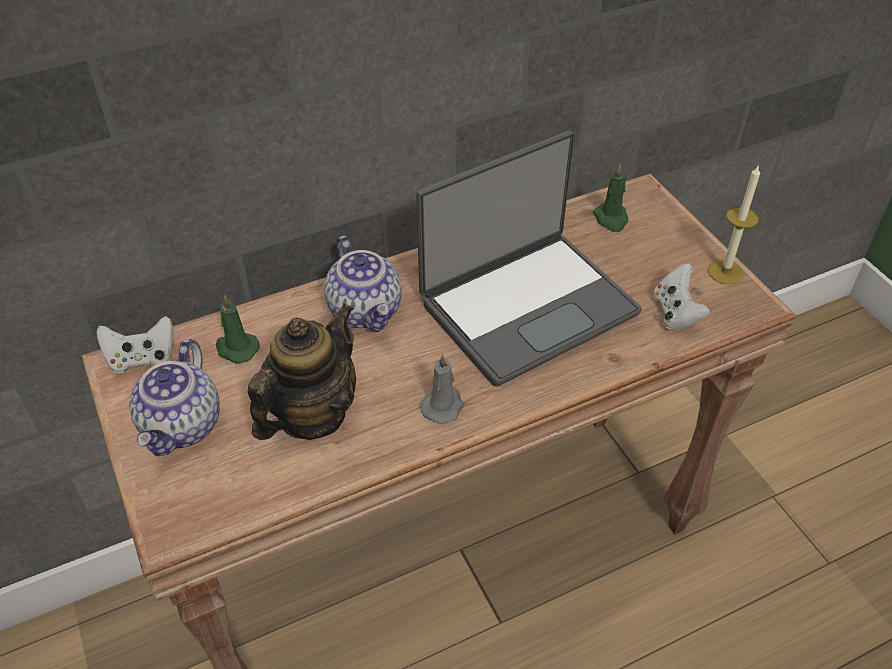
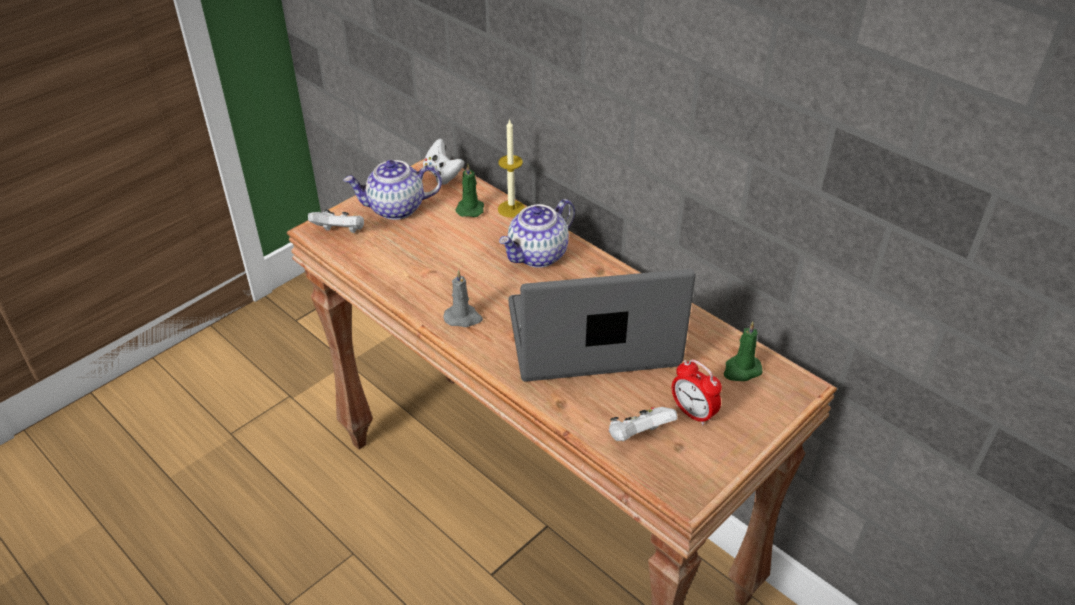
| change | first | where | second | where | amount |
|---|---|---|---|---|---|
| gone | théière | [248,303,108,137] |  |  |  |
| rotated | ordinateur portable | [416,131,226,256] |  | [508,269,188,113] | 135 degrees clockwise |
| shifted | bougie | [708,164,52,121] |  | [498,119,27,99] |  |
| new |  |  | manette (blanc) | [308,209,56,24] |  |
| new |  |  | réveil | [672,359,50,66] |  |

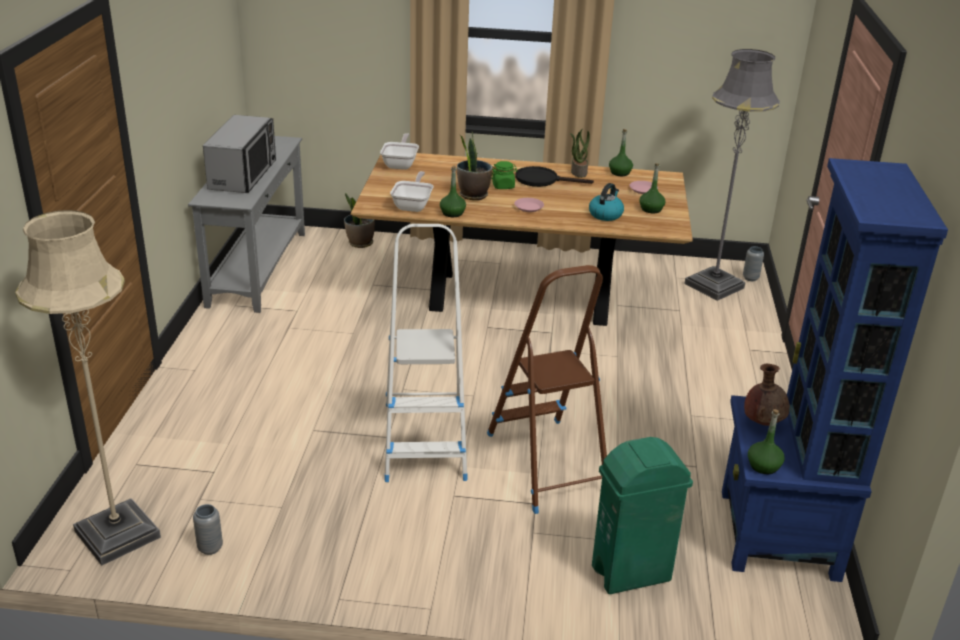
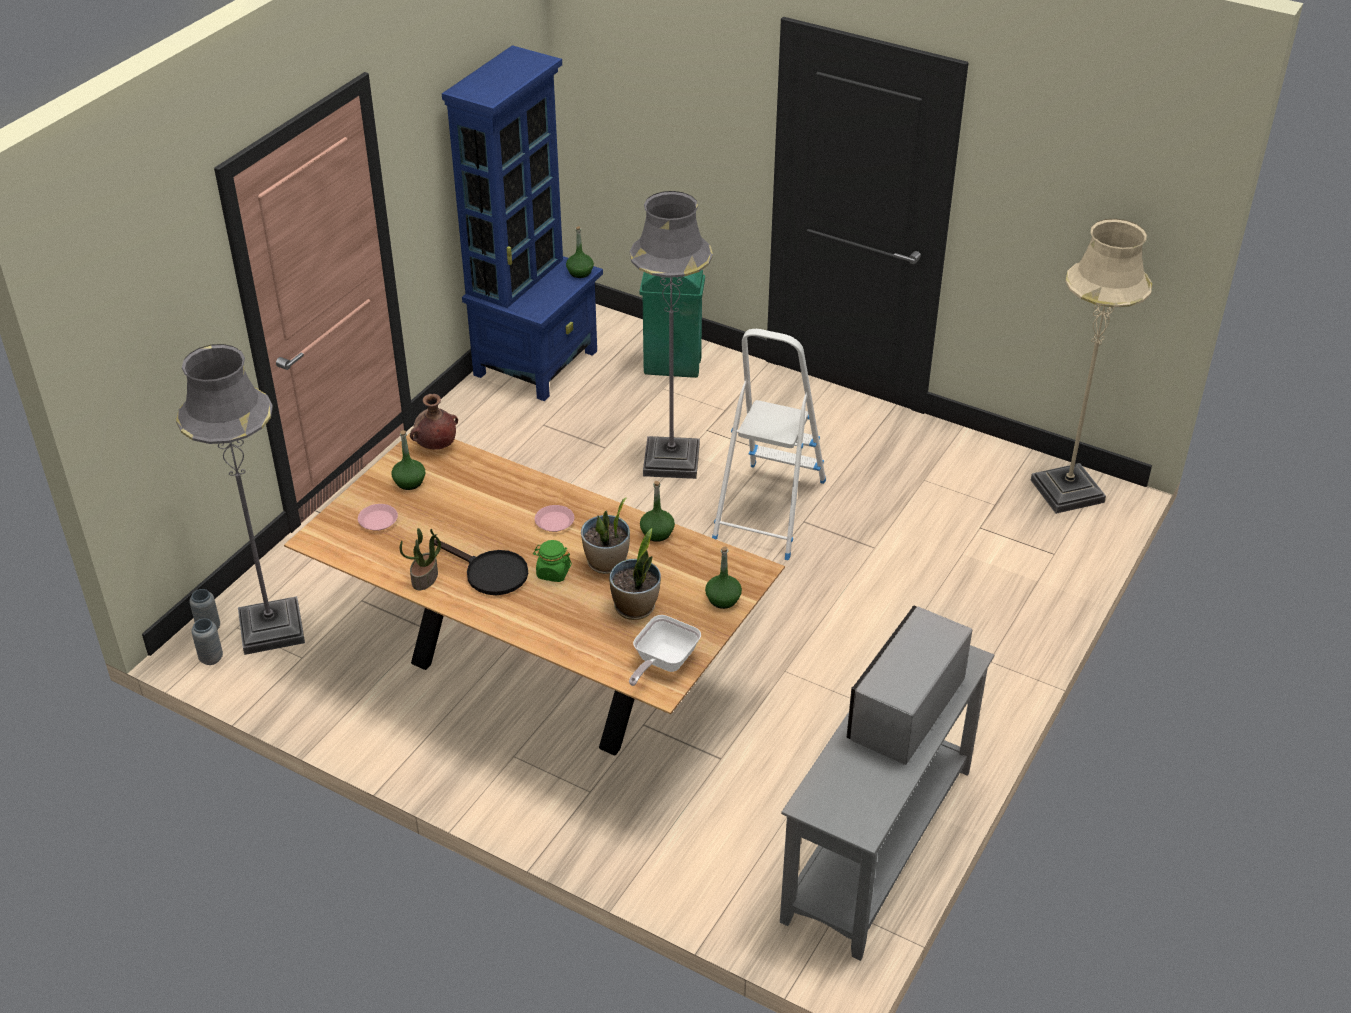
| change | first | where | second | where | amount |
|---|---|---|---|---|---|
| shifted | vase (gris) | [193,504,30,51] |  | [191,618,32,47] |  |
| shifted | plante en pot | [344,193,31,55] |  | [609,528,52,92] |  |
| gone | poêle | [390,171,43,41] |  |  |  |
| swapped | escabeau (marron) | [487,265,120,249] | lampadaire (gris) | [630,191,83,288] |  |
| gone | bouilloire | [589,183,35,38] |  |  |  |
| shifted | bouteille (vert) | [609,129,24,47] |  | [705,547,37,62] |  |
| shifted | vase (marron) | [744,364,46,62] |  | [410,394,48,55] |  |

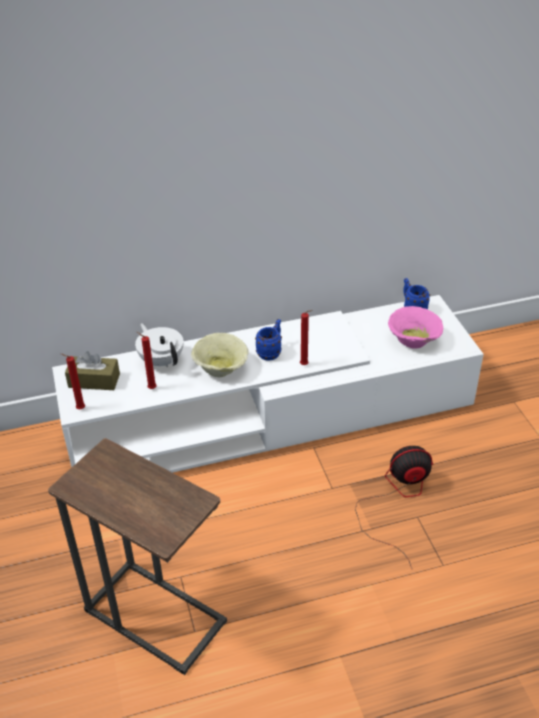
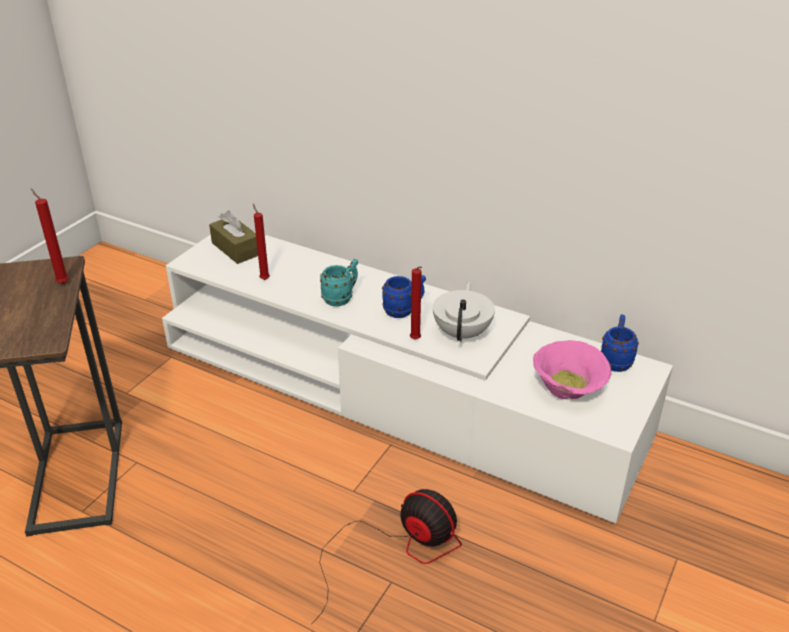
| change | first | where | second | where | amount |
|---|---|---|---|---|---|
| shifted | bougie (rouge) | [61,354,24,55] |  | [30,188,39,96] |  |
| shifted | théière (blanc) | [135,323,49,44] |  | [433,281,62,61] |  |
| swapped | bol (beige) | [191,333,58,44] | mug (turquoise) | [320,259,38,47] |  |

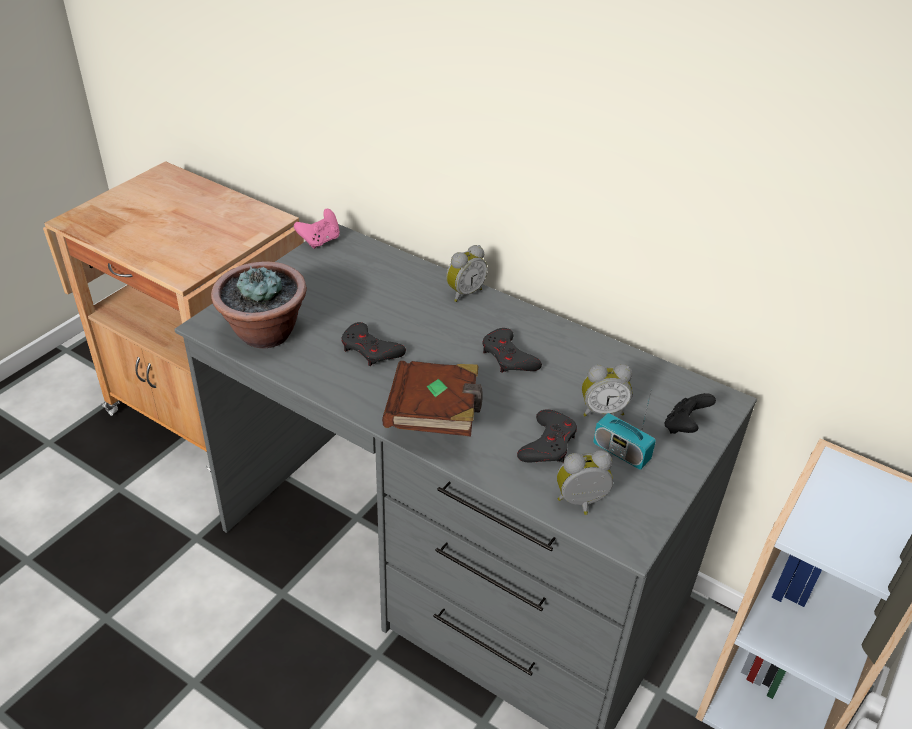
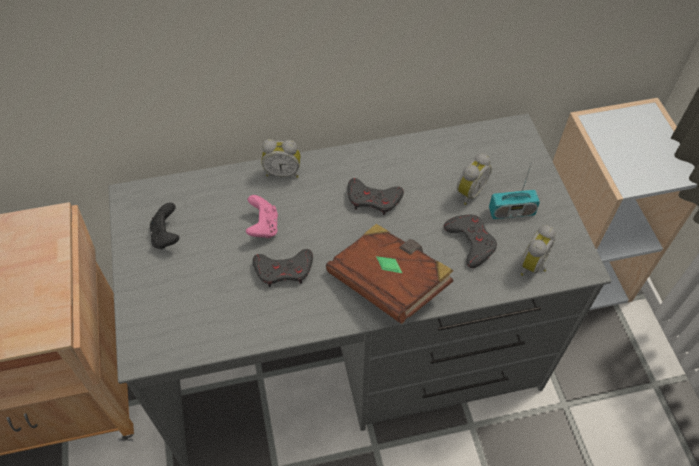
| change | first | where | second | where | amount |
|---|---|---|---|---|---|
| gone | plante en pot | [211,261,96,87] |  |  |  |
| shifted | manette (rose) | [294,209,46,40] |  | [246,195,32,43] |  |
| rotated | réveil | [446,245,42,57] |  | [261,139,40,39] | 90 degrees clockwise |
| shifted | manette (noir) | [664,393,52,41] |  | [150,203,30,46] |  |

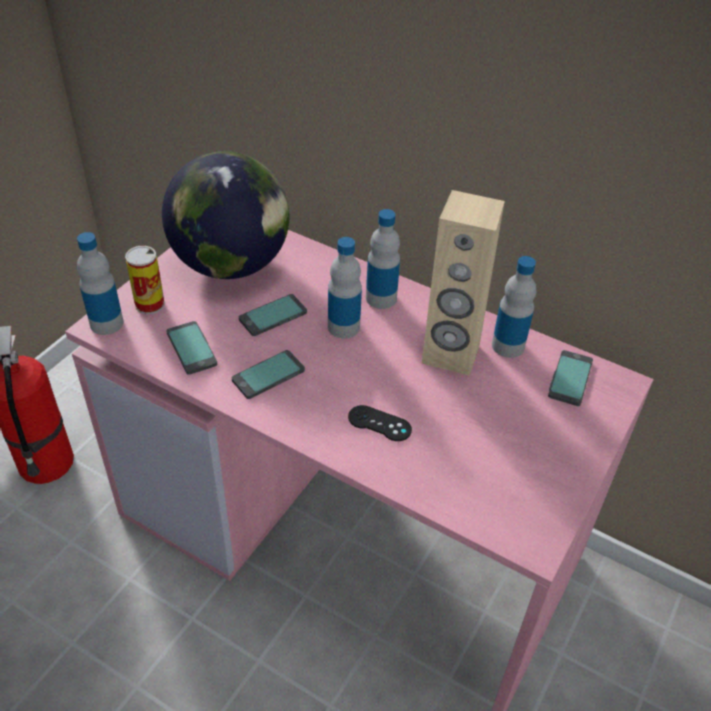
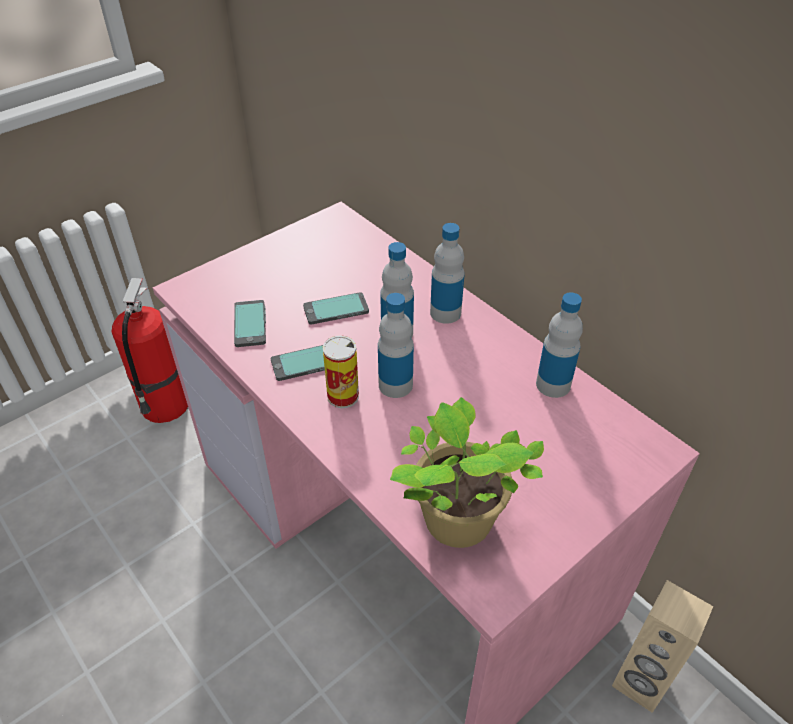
| change | first | where | second | where | amount |
|---|---|---|---|---|---|
| shifted | bouteille | [77,232,47,103] |  | [378,293,36,105] |  |
| shifted | boîte métallique | [125,246,40,68] |  | [322,335,37,73] |  |
| gone | globe | [162,151,127,128] |  |  |  |
| gone | manette (noir) | [348,405,64,36] |  |  |  |
| shifted | enceinte (beige) | [422,190,83,186] |  | [612,580,101,133] |  |
| gone | téléphone | [548,350,45,56] |  |  |  |
| new |  |  | plante en pot | [390,397,154,151] |  |

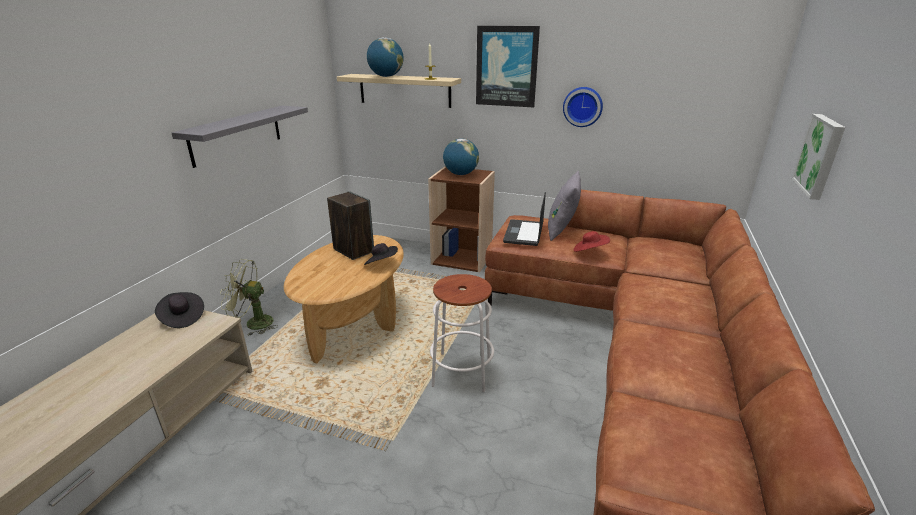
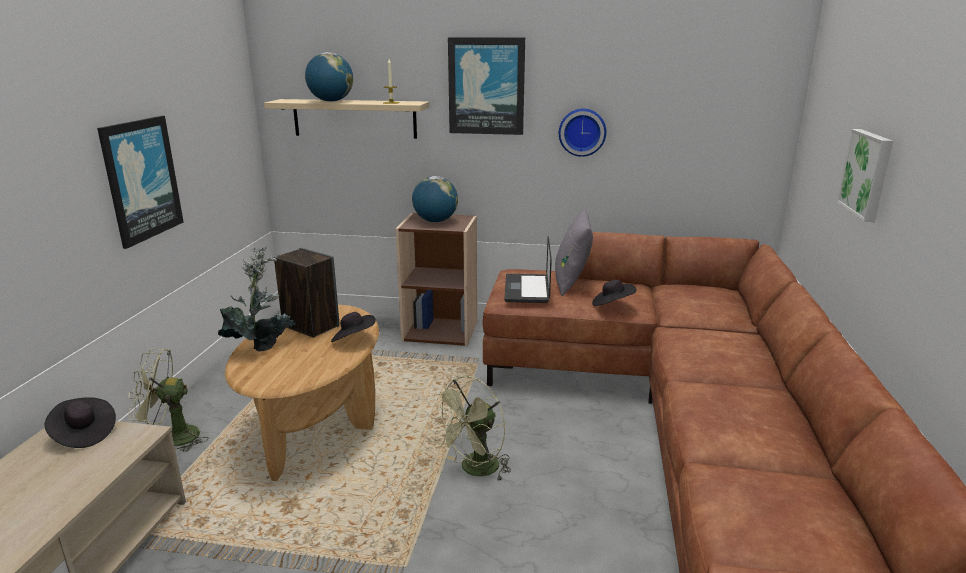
| change | first | where | second | where | amount |
|---|---|---|---|---|---|
| swapped | étagère (gris) | [172,106,136,62] | tableau | [97,116,87,133] |  |
| swapped | tabouret (blanc) | [430,274,64,119] | ventilateur (vert) | [431,376,80,106] |  |
| repainted | chapeau (rouge) | [573,231,37,21] | chapeau (noir) | [592,280,44,26] |  |
| new |  |  | plante en pot | [218,247,78,105] |  |

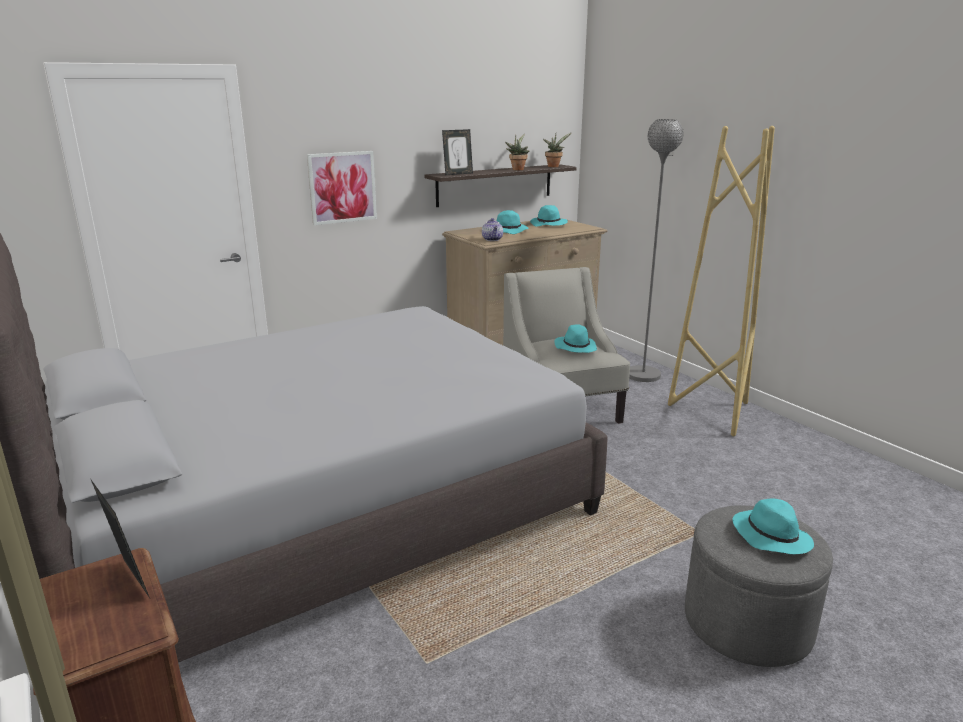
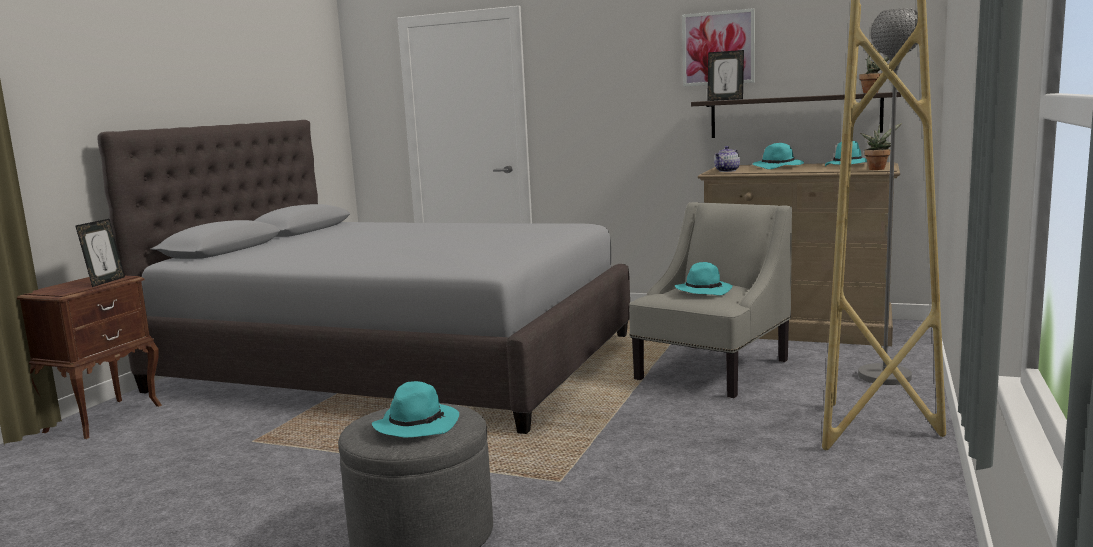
| change | first | where | second | where | amount |
|---|---|---|---|---|---|
| shifted | tableau | [307,151,70,74] |  | [682,8,73,79] |  |
| shifted | plante en pot | [505,134,24,36] |  | [860,123,42,47] |  |

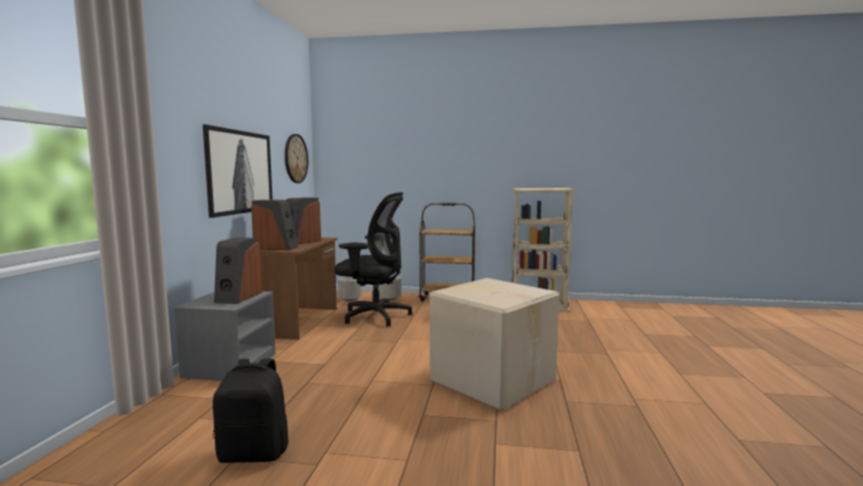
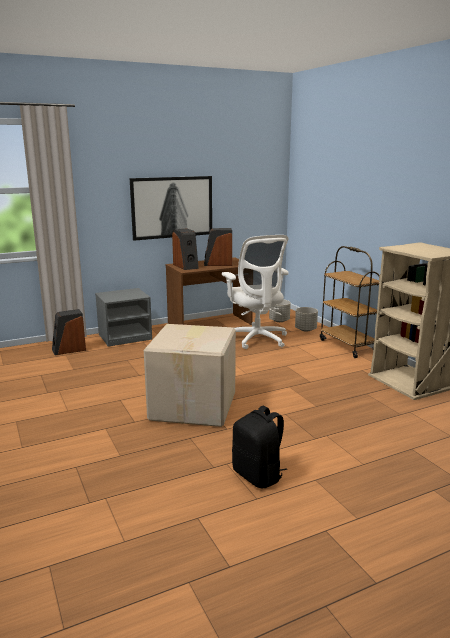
| change | first | where | second | where | amount |
|---|---|---|---|---|---|
| shifted | sac à dos (noir) | [213,359,76,104] |  | [232,406,55,82] |  |
| shifted | enceinte | [214,237,48,67] |  | [52,309,34,46] |  |
| gone | horloge murale | [285,134,23,49] |  |  |  |
| repainted | chaise de bureau (noir) | [334,192,78,134] | chaise de bureau (blanc) | [222,235,67,114] |  |

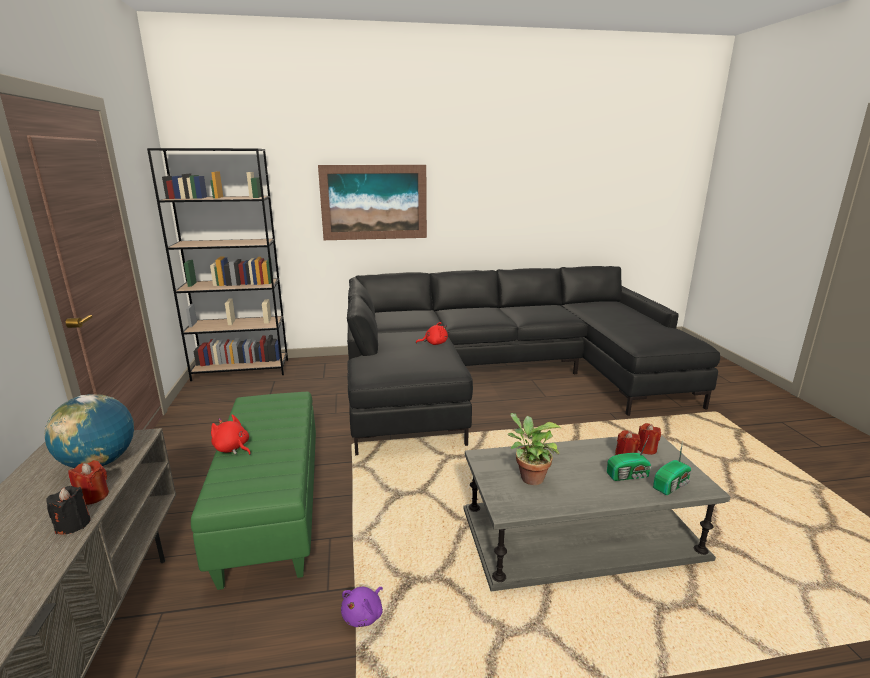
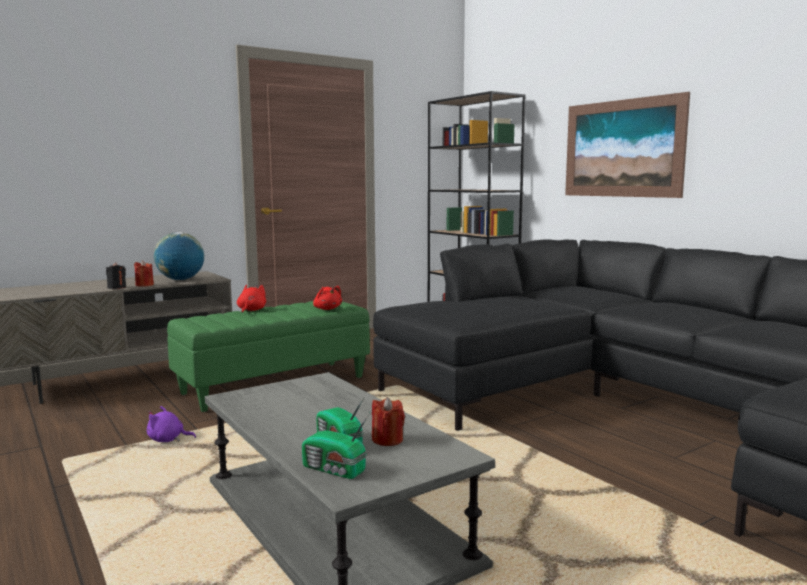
| change | first | where | second | where | amount |
|---|---|---|---|---|---|
| shifted | peluche (rouge) | [416,322,32,23] |  | [313,286,29,24] |  |
| gone | plante en pot | [508,413,54,72] |  |  |  |
| gone | bougie (rouge) | [638,423,23,32] |  |  |  |

